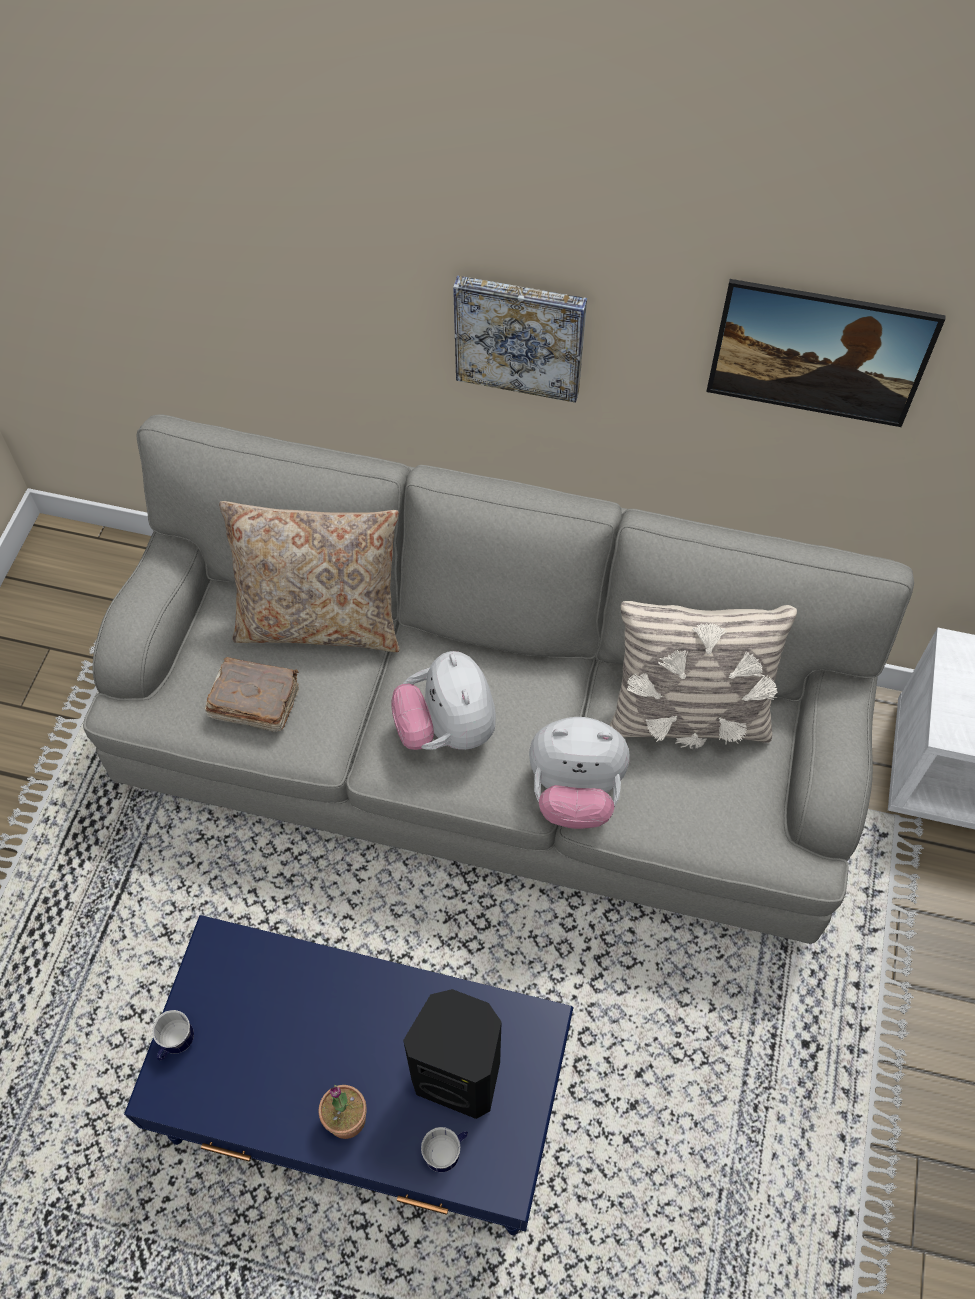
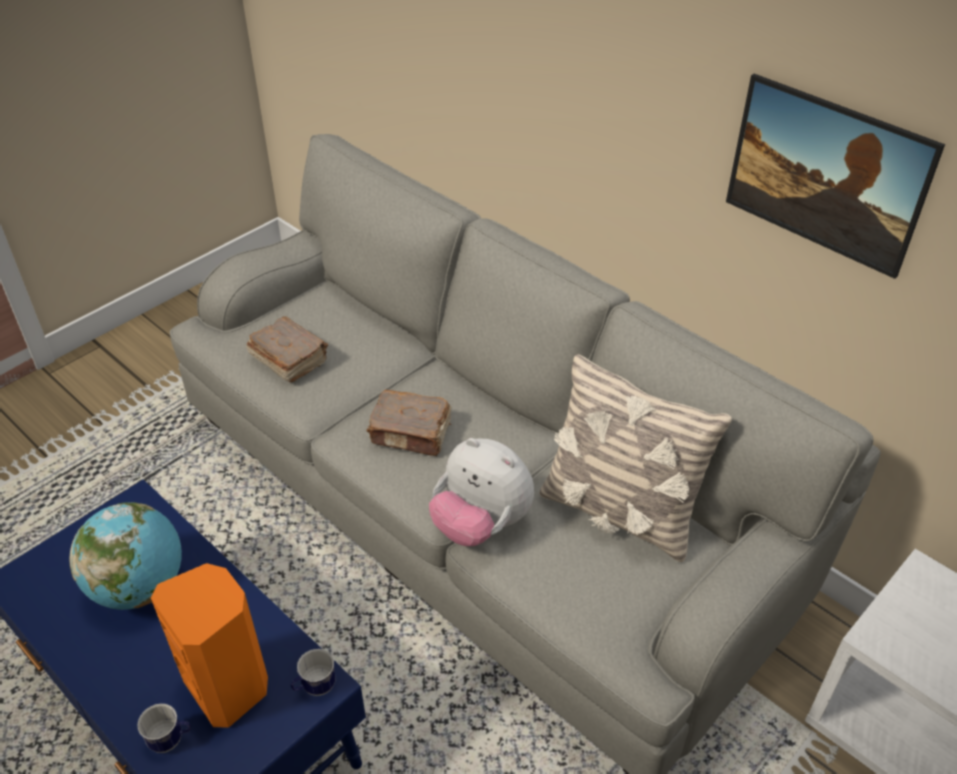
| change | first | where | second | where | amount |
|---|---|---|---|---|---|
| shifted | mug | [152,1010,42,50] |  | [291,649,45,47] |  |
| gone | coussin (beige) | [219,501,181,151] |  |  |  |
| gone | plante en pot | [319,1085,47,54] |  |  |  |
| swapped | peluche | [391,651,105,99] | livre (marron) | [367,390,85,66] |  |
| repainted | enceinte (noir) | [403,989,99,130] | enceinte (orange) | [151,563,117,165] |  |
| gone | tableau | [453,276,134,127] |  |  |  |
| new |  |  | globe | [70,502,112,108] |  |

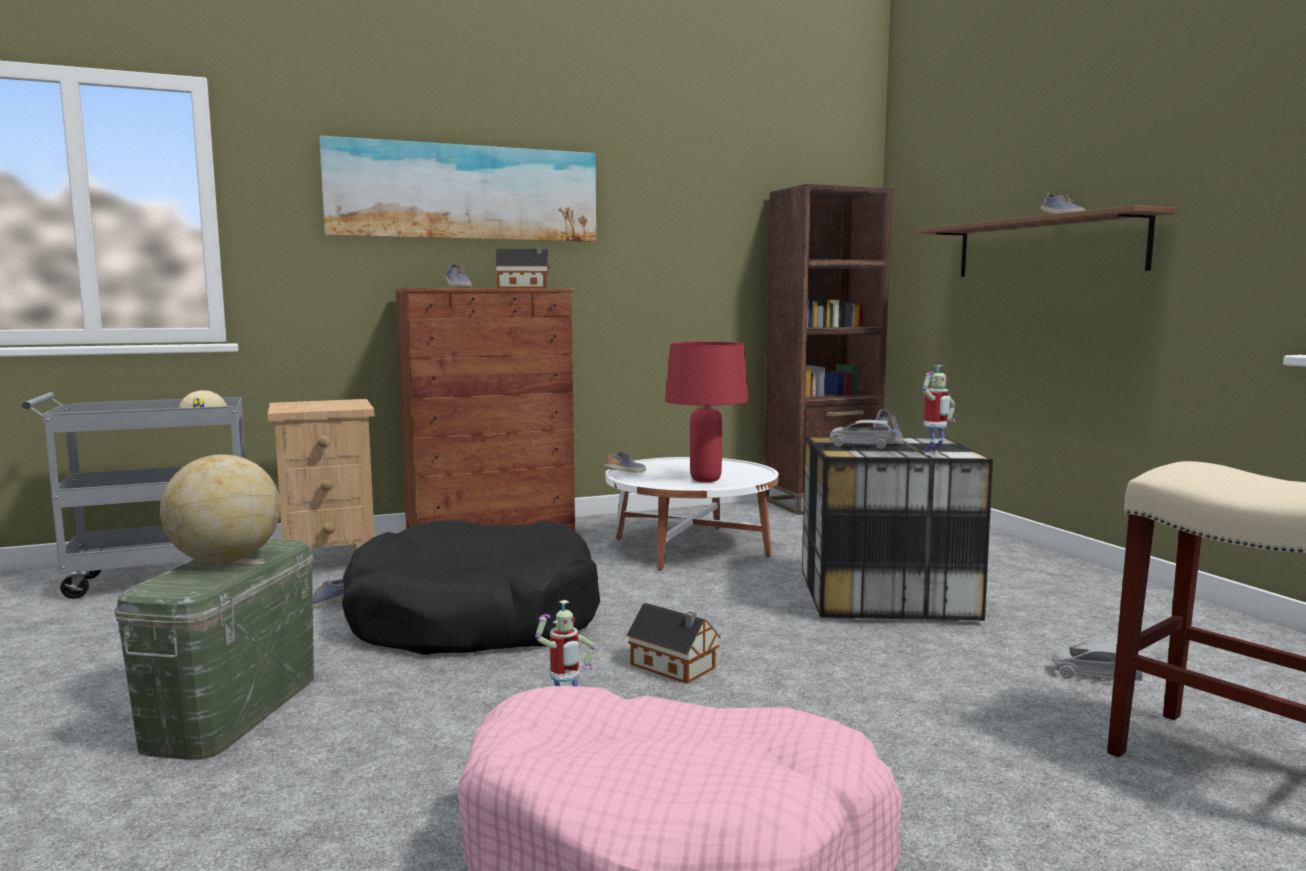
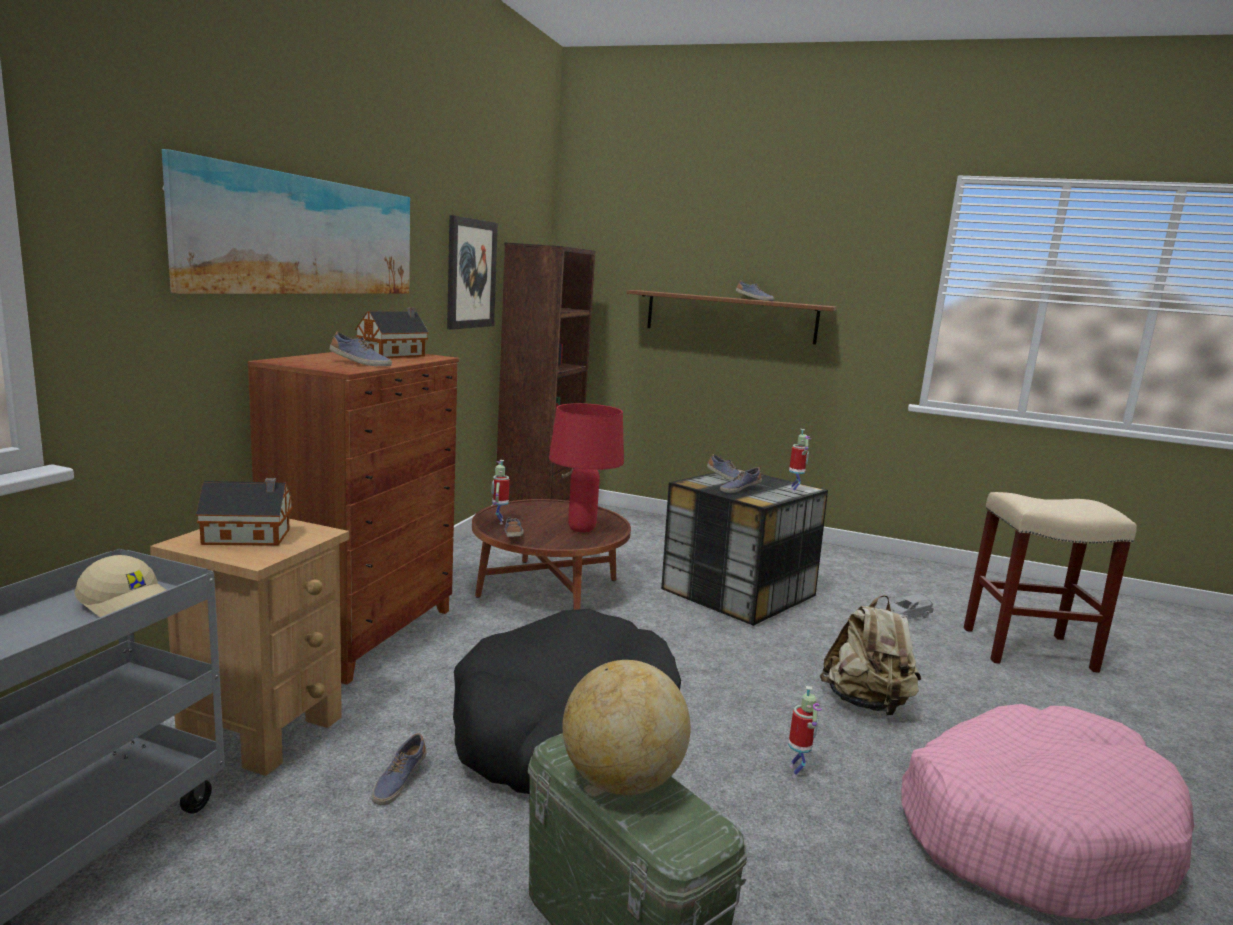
| change | first | where | second | where | amount |
|---|---|---|---|---|---|
| repainted | table basse (blanc) | [605,457,174,113] | table basse (marron) | [472,499,159,111] |  |
| shifted | maison miniature | [627,603,94,81] |  | [196,478,97,68] |  |
| swapped | petite voiture (gris) | [829,420,67,29] | chaussure | [720,467,42,26] |  |
| new |  |  | tableau | [447,215,51,115] |  |
| new |  |  | robot jouet | [492,460,18,65] |  |
| new |  |  | sac à dos (beige) | [820,595,101,120] |  |

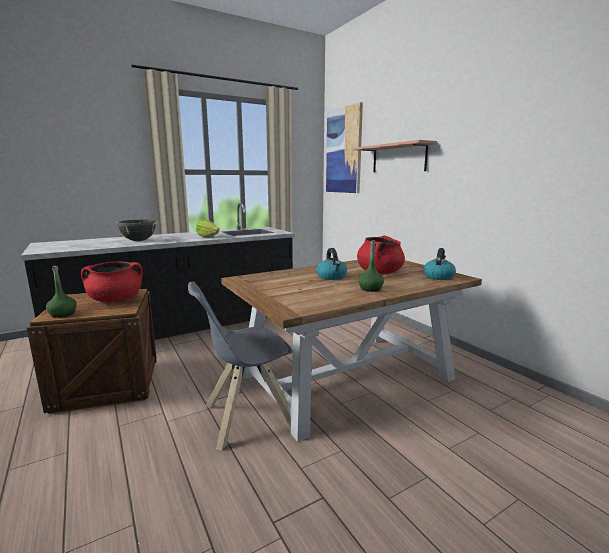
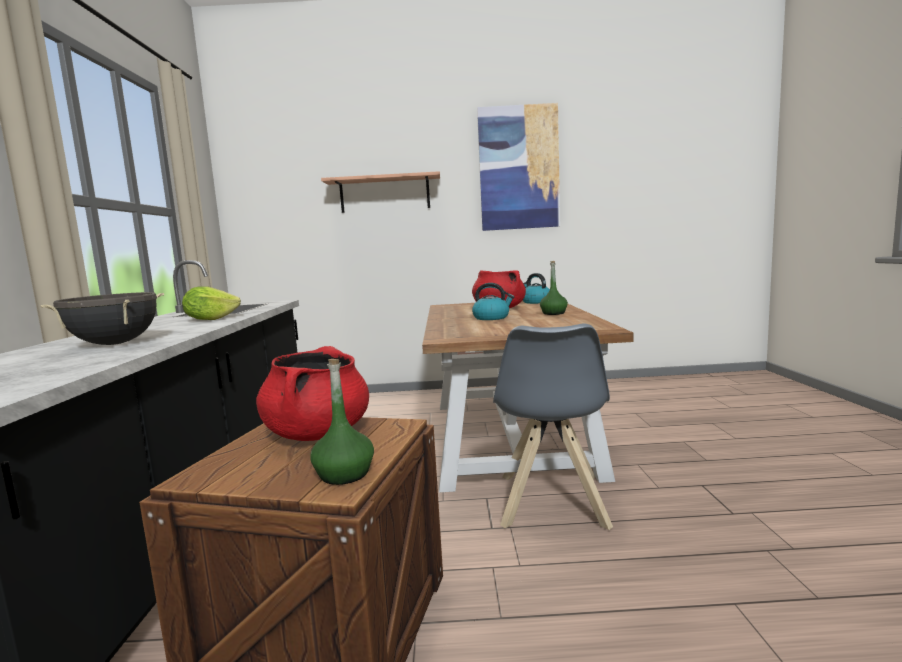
| change | first | where | second | where | amount |
|---|---|---|---|---|---|
| shifted | tableau | [326,102,37,91] |  | [477,103,83,128] |  |

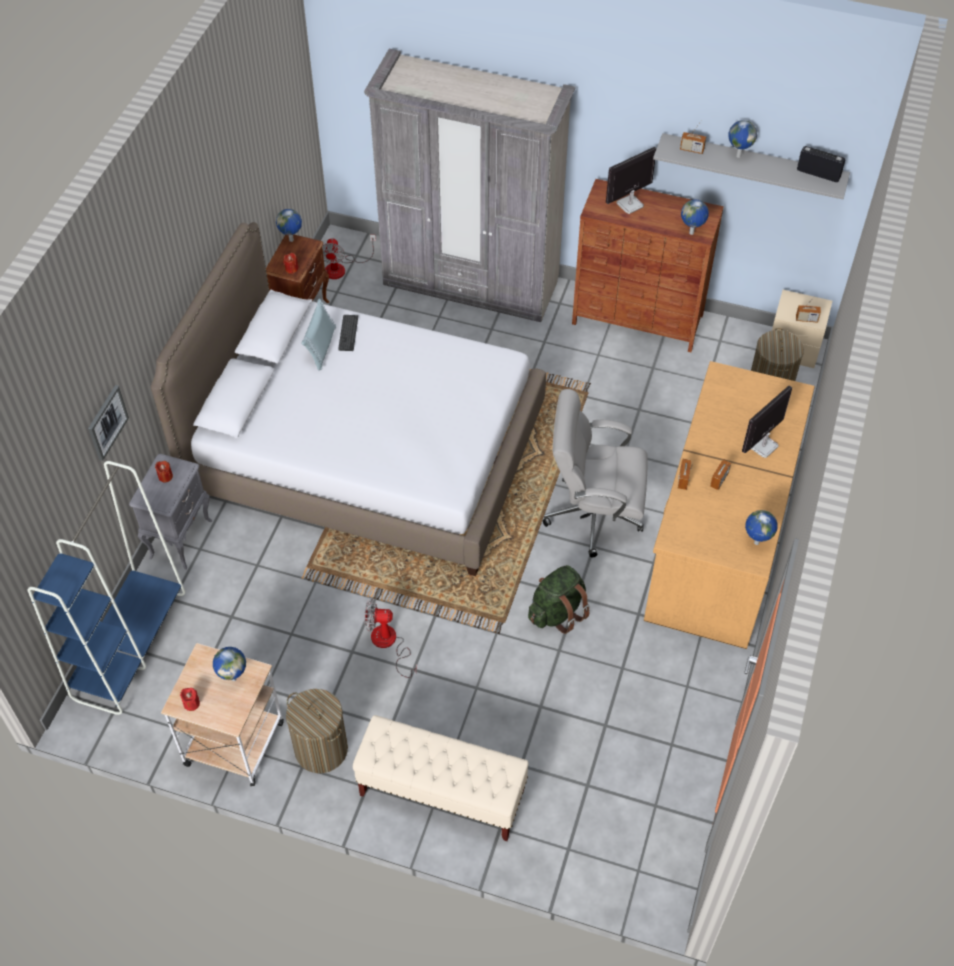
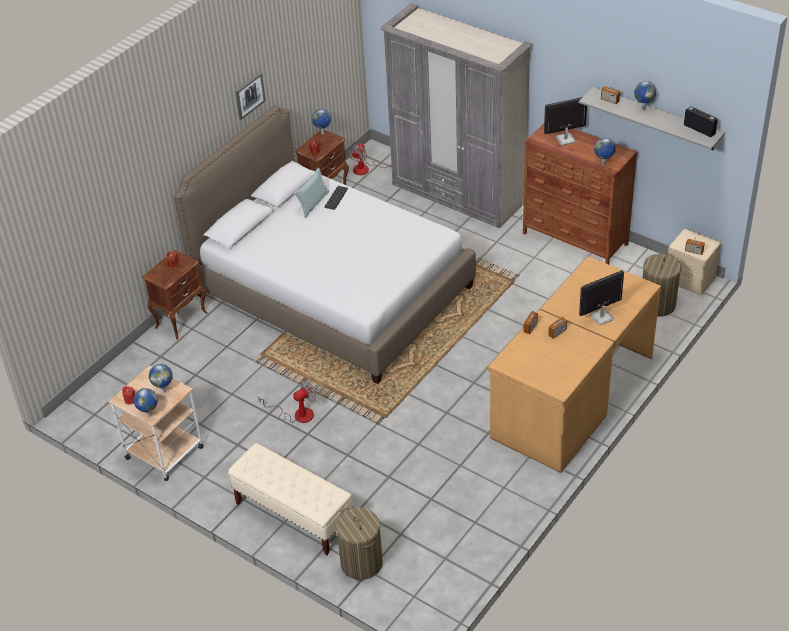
| change | first | where | second | where | amount |
|---|---|---|---|---|---|
| gone | portant (bleu) | [27,461,159,254] |  |  |  |
| shifted | tableau | [88,385,41,76] |  | [235,72,31,48] |  |
| repainted | table de chevet (gris) | [129,454,84,116] | table de chevet (marron) | [142,250,66,90] |  |
| shifted | panier à linge | [286,689,62,84] |  | [336,508,47,72] |  |
| rotated | ventilateur | [364,599,53,79] |  | [258,380,58,43] | 120 degrees clockwise |
| gone | sac à dos (vert) | [528,565,62,69] |  |  |  |
| gone | chaise de bureau (gris) | [543,389,105,169] |  |  |  |
| shifted | globe | [745,510,33,35] |  | [133,388,25,29] |  |

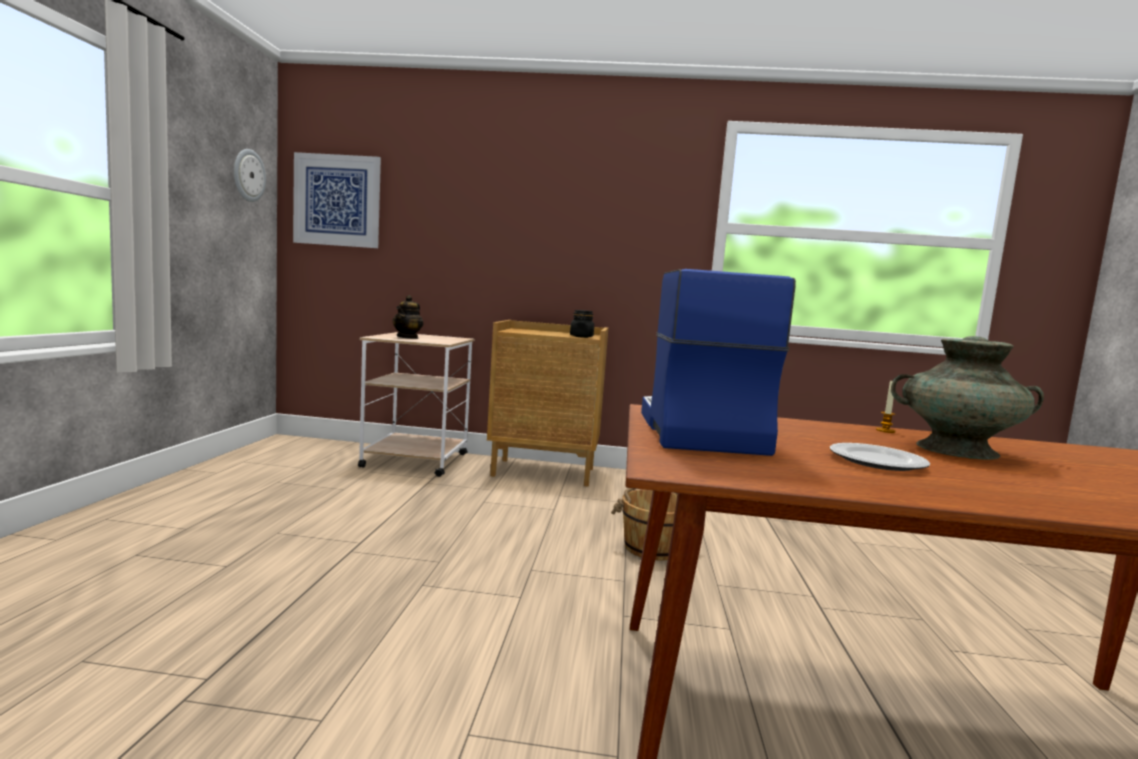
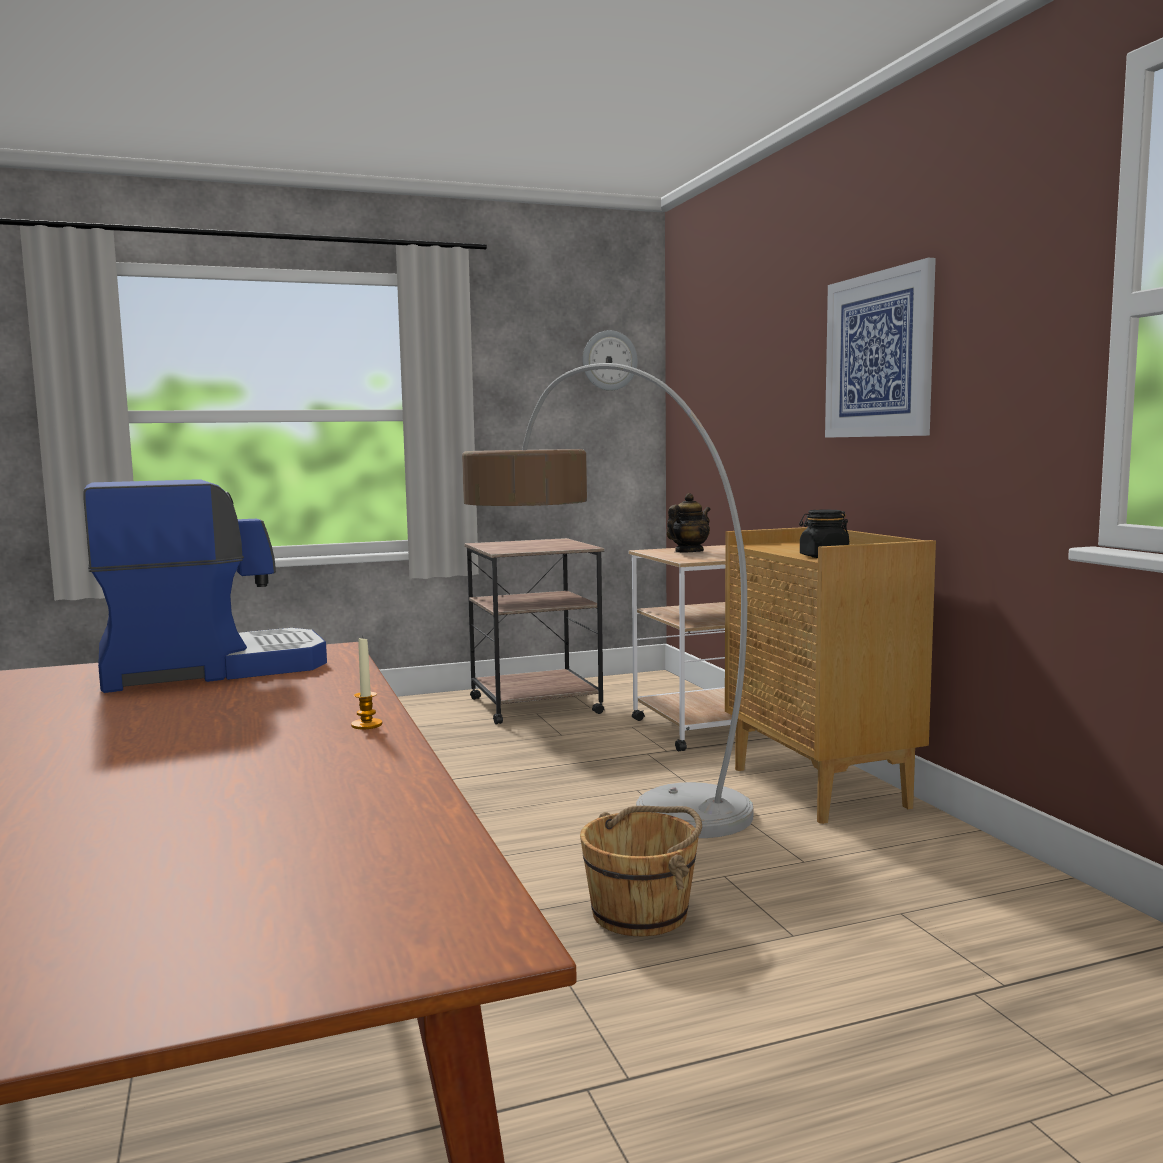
| change | first | where | second | where | amount |
|---|---|---|---|---|---|
| shifted | tableau | [293,152,88,96] |  | [825,258,111,180] |  |
| rotated | théière | [393,295,30,44] |  | [667,493,44,60] | 150 degrees clockwise |
| gone | assiette | [830,443,100,28] |  |  |  |
| gone | vase (turquoise) | [891,336,153,124] |  |  |  |
| new |  |  | lampadaire | [462,363,291,475] |  |
| new |  |  | chariot (marron) | [464,538,141,186] |  |

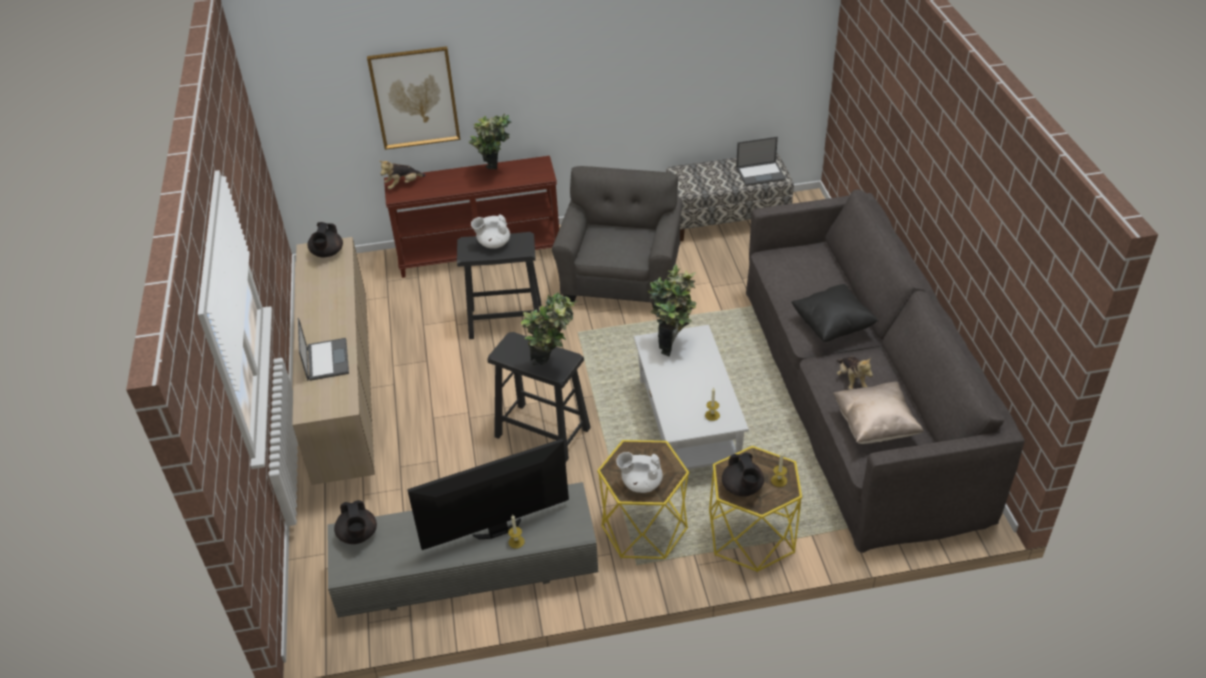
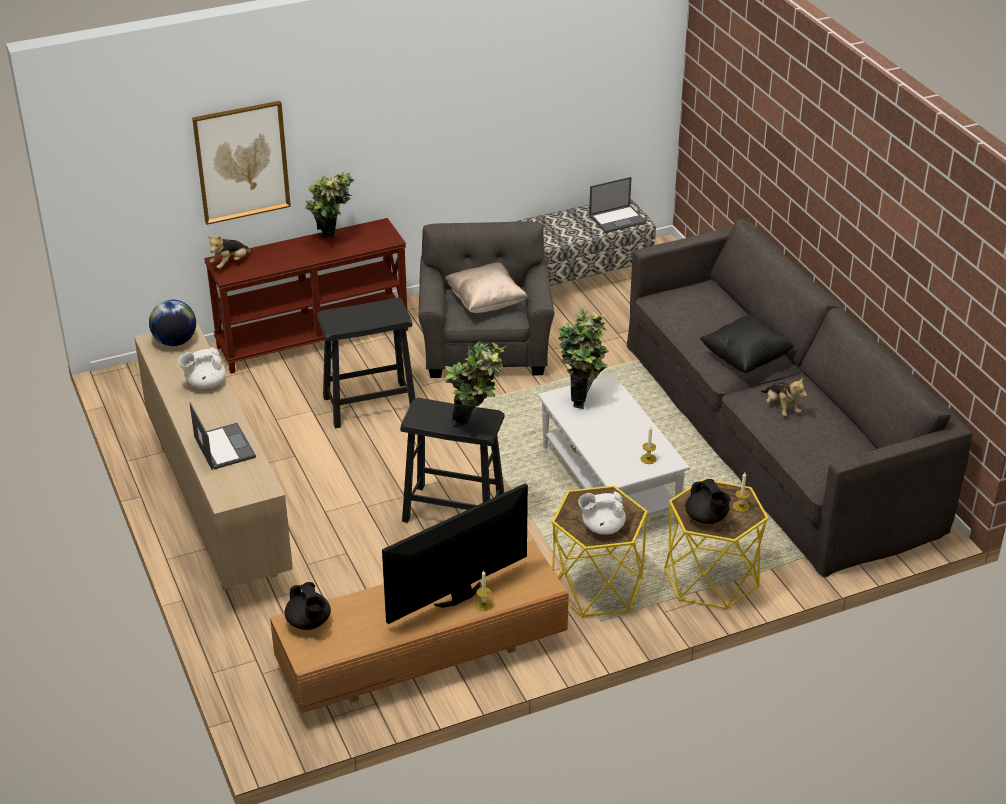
| change | first | where | second | where | amount |
|---|---|---|---|---|---|
| swapped | théière (noir) | [308,222,35,35] | globe | [149,300,47,46] |  |
| repainted | meuble télé (gris) | [328,482,270,136] | meuble télé (marron) | [270,540,299,173] |  |
| shifted | théière (blanc) | [471,214,39,35] |  | [178,347,47,42] |  |
| shifted | coussin (beige) | [833,382,91,62] |  | [445,262,83,51] |  |

